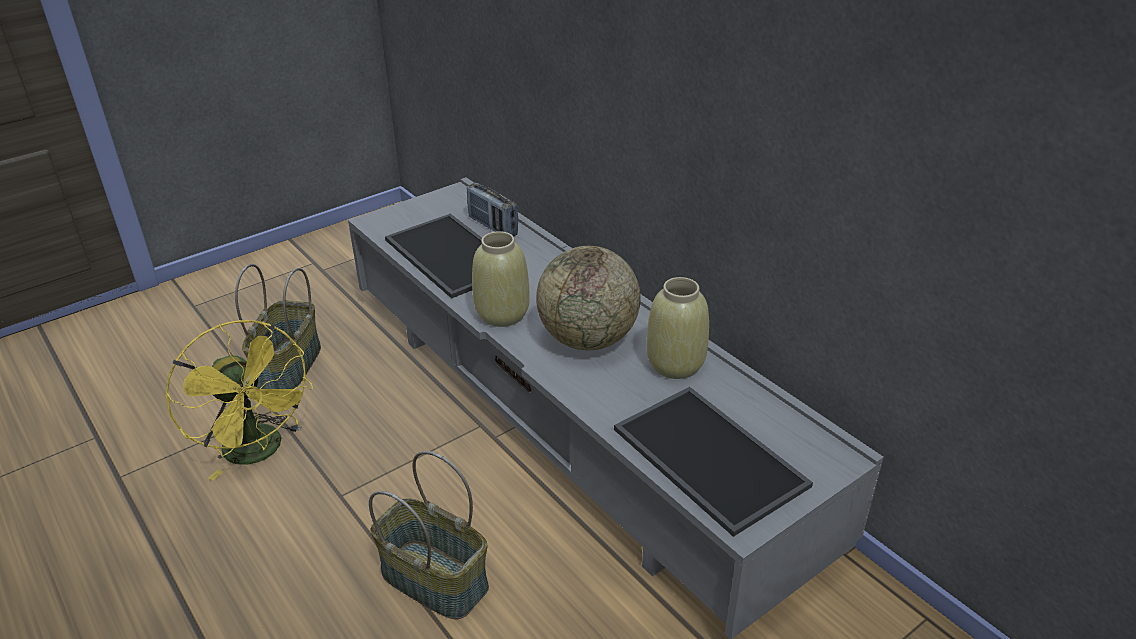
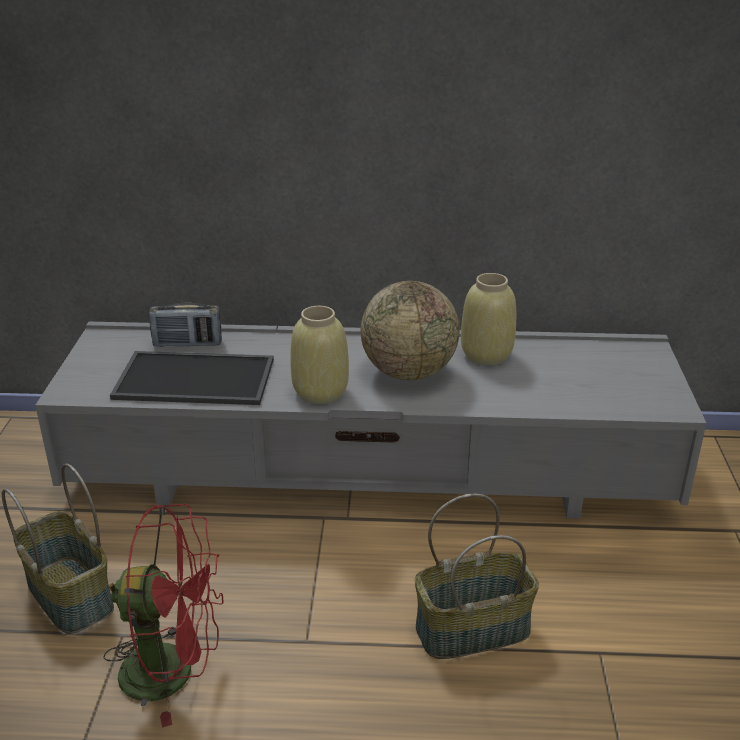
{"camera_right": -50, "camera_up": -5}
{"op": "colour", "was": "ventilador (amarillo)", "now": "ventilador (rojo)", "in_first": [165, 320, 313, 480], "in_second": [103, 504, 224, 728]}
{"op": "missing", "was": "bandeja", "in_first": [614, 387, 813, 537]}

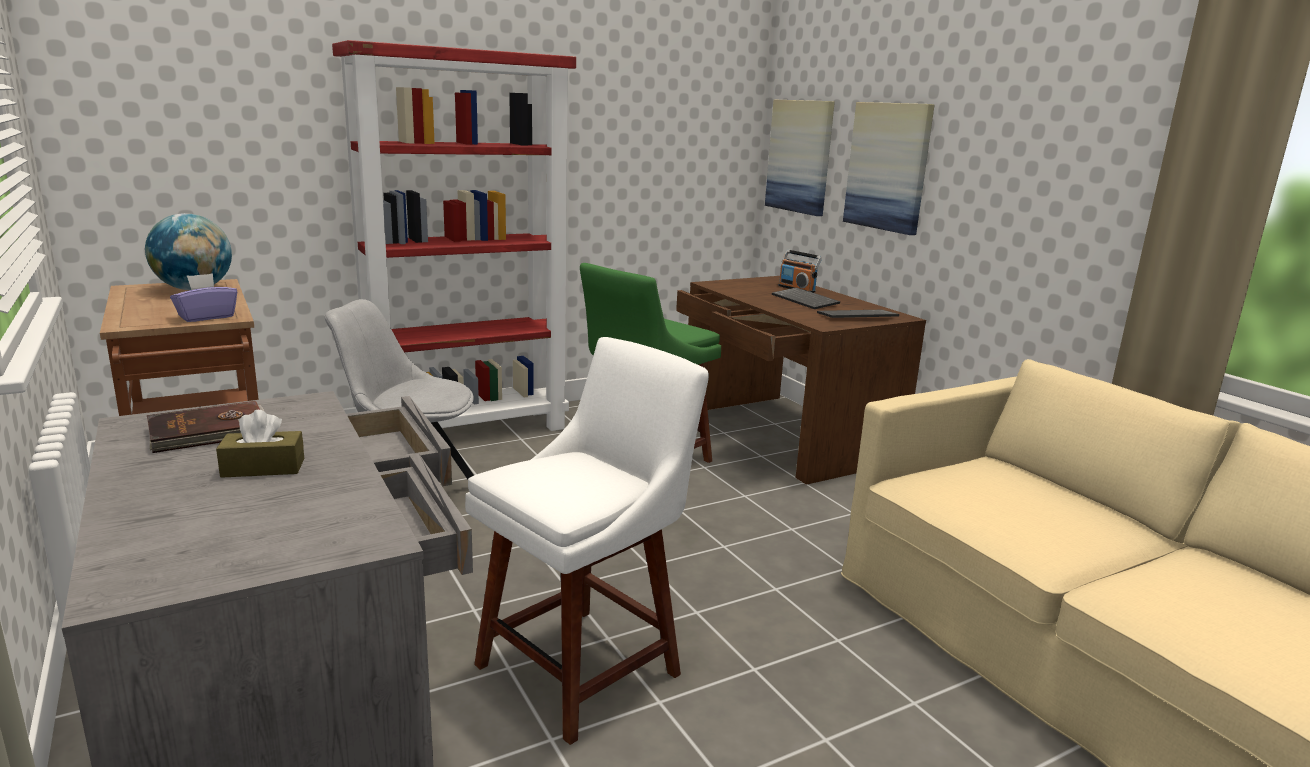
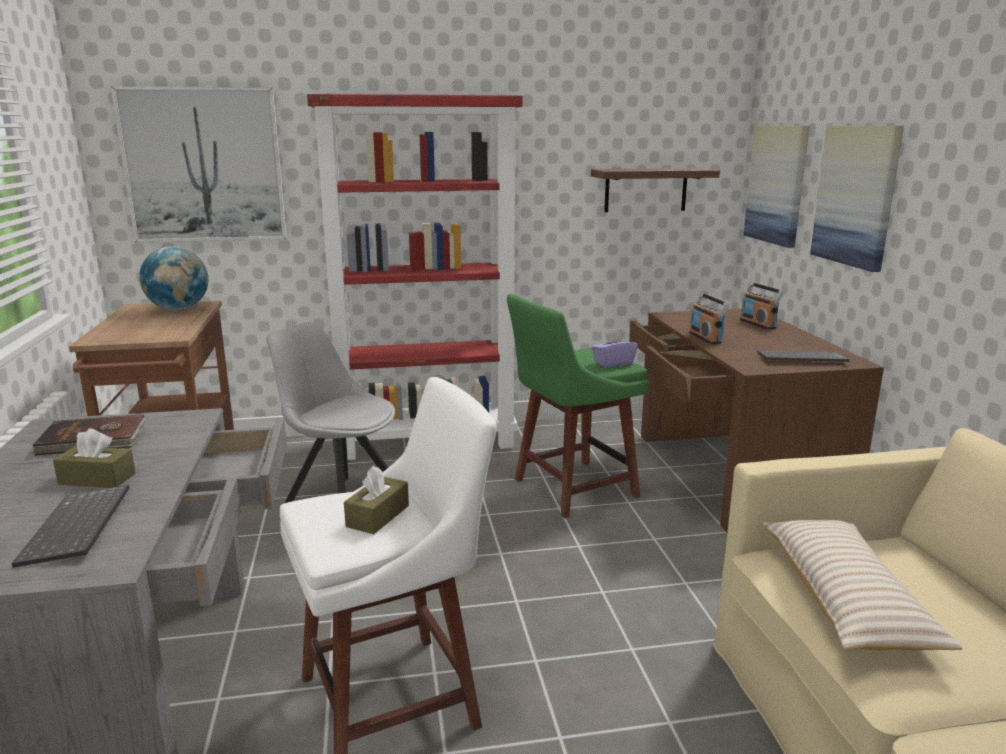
{"camera_right": 20, "camera_up": 0}
{"op": "relocated", "was": "caja de pañuelos (morado)", "in_first": [170, 273, 237, 322], "in_second": [591, 331, 638, 367]}
{"op": "relocated", "was": "teclado", "in_first": [772, 287, 840, 309], "in_second": [11, 485, 129, 568]}
{"op": "appeared", "now": "cuadro", "in_second": [111, 86, 287, 243]}
{"op": "appeared", "now": "estante", "in_second": [591, 168, 720, 212]}
{"op": "appeared", "now": "radio", "in_second": [689, 293, 729, 344]}
{"op": "appeared", "now": "caja de pañuelos (marrón)", "in_second": [344, 466, 409, 534]}
{"op": "appeared", "now": "cojín (beis)", "in_second": [762, 520, 962, 650]}

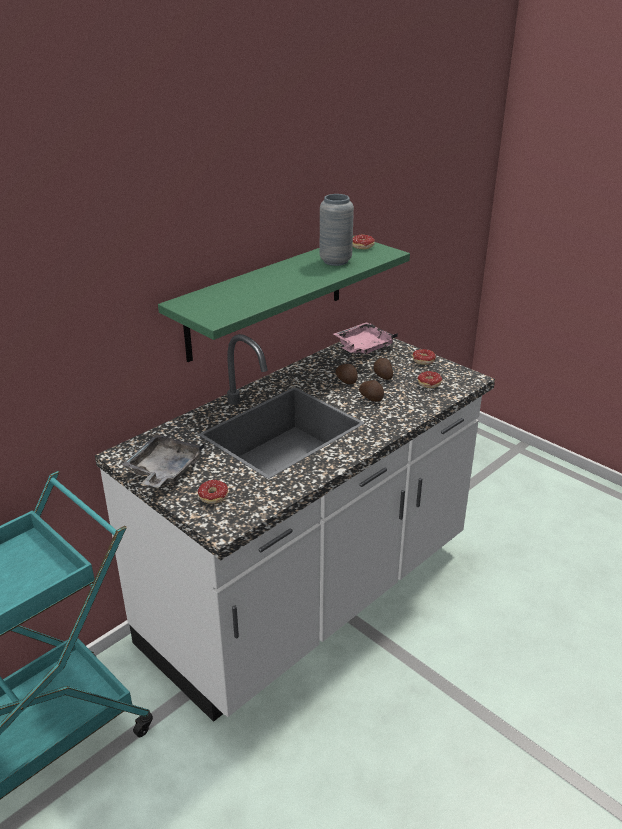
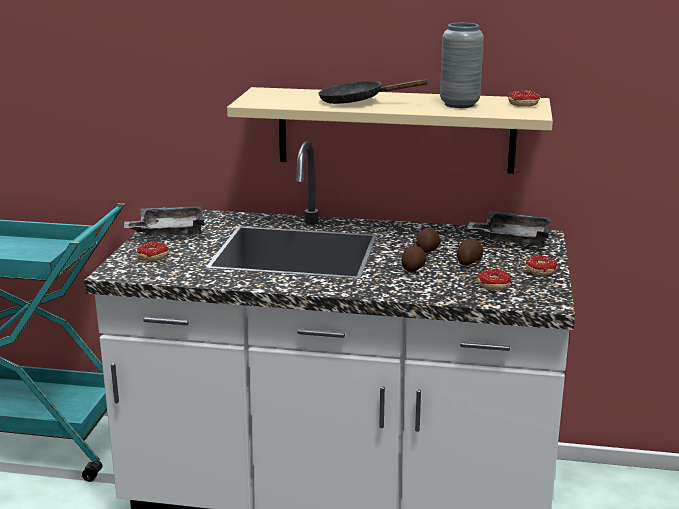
{"camera_right": 55, "camera_up": -10}
{"op": "colour", "was": "estante (verde)", "now": "estante (beis)", "in_first": [158, 236, 410, 362], "in_second": [227, 87, 553, 174]}
{"op": "colour", "was": "bandeja (rosa)", "now": "bandeja (gris)", "in_first": [334, 322, 398, 354], "in_second": [467, 211, 551, 246]}
{"op": "appeared", "now": "sartén (negro)", "in_second": [318, 79, 429, 104]}

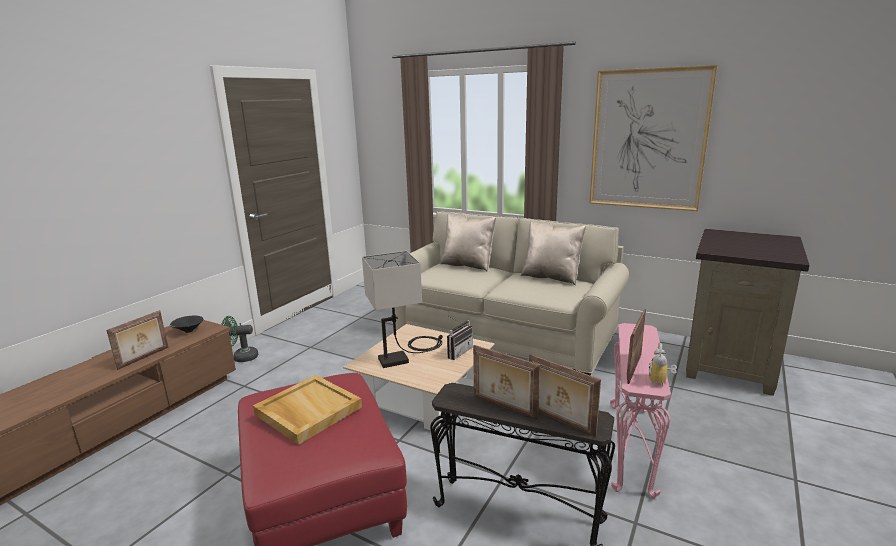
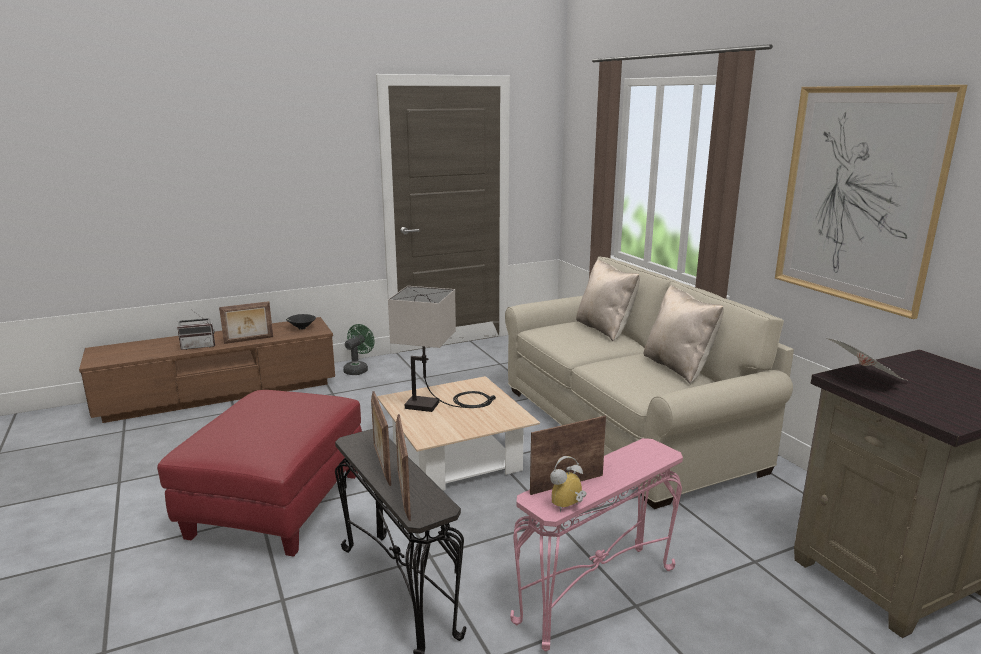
{"camera_right": 35, "camera_up": 0}
{"op": "spun", "was": "ventilador (verde)", "in_first": [221, 316, 258, 362], "in_second": [343, 324, 375, 375], "clockwise": 90}
{"op": "relocated", "was": "radio", "in_first": [447, 317, 473, 360], "in_second": [177, 309, 215, 350]}
{"op": "missing", "was": "bandeja (beis)", "in_first": [253, 375, 362, 445]}
{"op": "appeared", "now": "periódico", "in_second": [825, 338, 905, 380]}

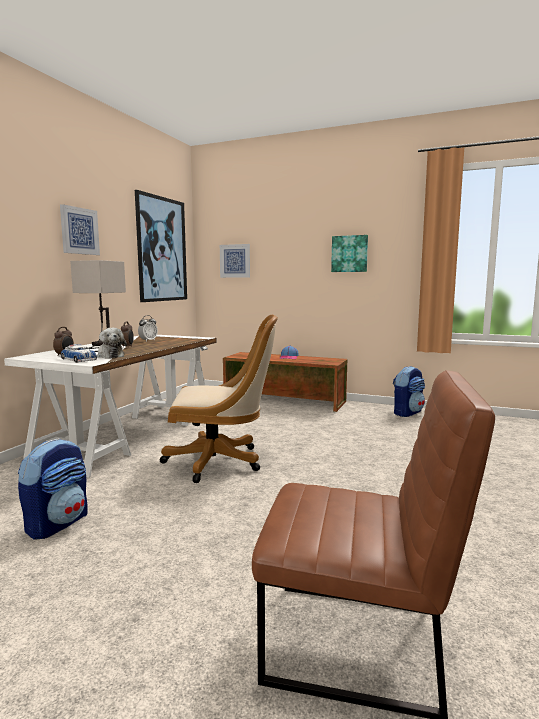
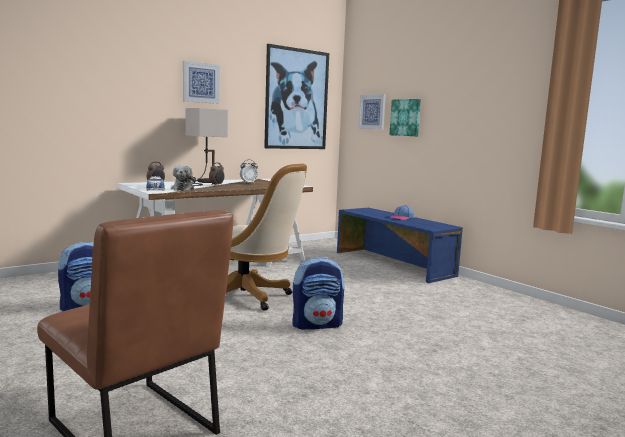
{"camera_right": 30, "camera_up": 0}
{"op": "relocated", "was": "cuadro", "in_first": [331, 235, 368, 272], "in_second": [389, 99, 421, 137]}
{"op": "colour", "was": "banco (marrón)", "now": "banco (azul)", "in_first": [223, 352, 348, 412], "in_second": [337, 208, 463, 283]}
{"op": "relocated", "was": "mochila", "in_first": [393, 366, 425, 417], "in_second": [292, 257, 344, 329]}

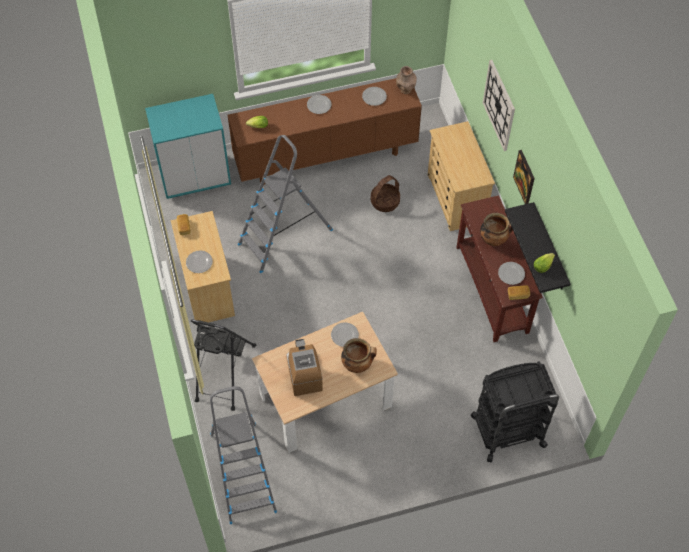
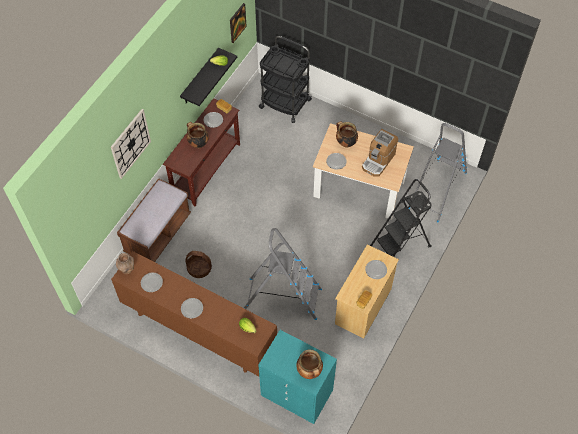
{"camera_right": -135, "camera_up": 0}
{"op": "exchanged", "was": "cómoda (beis)", "now": "banco (marrón)", "in_first": [428, 121, 495, 231], "in_second": [117, 178, 191, 262]}
{"op": "relocated", "was": "cuadro", "in_first": [513, 150, 535, 204], "in_second": [230, 3, 247, 43]}
{"op": "appeared", "now": "olla", "in_second": [296, 349, 323, 379]}

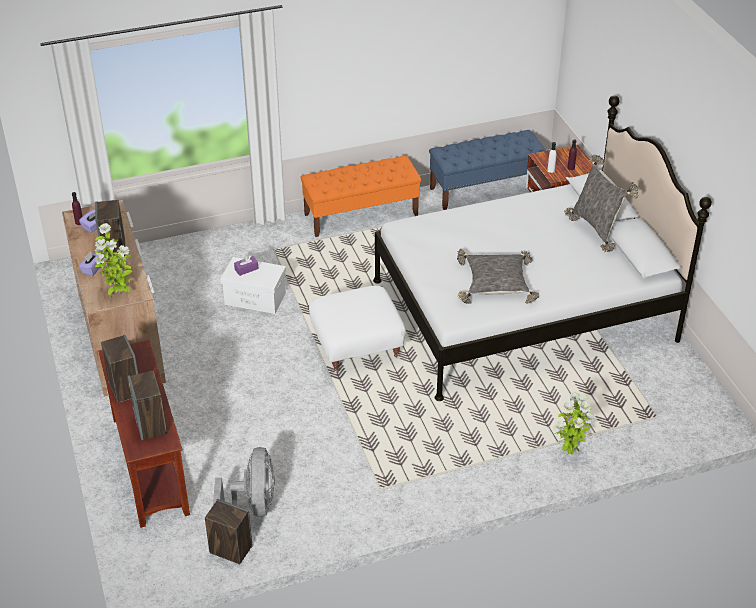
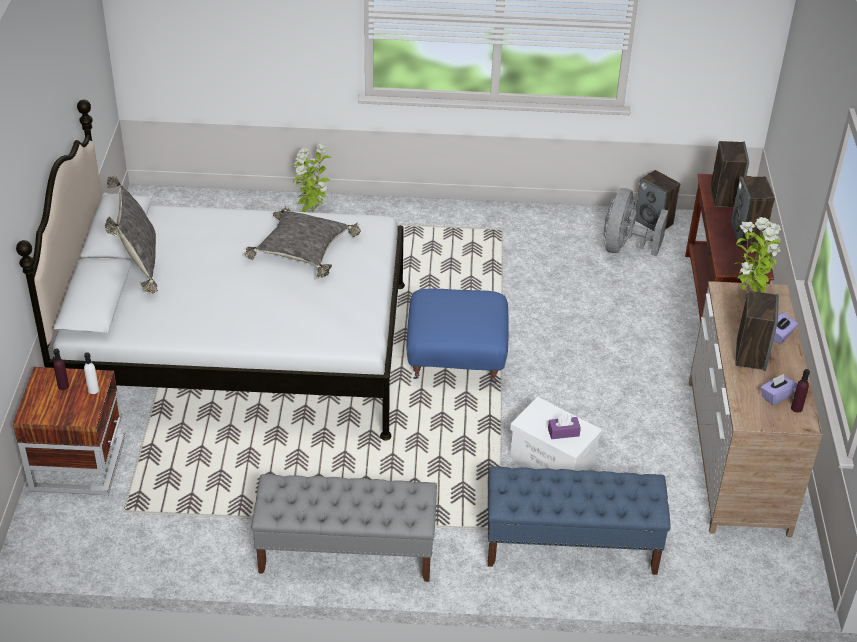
{"camera_right": -160, "camera_up": 0}
{"op": "relocated", "was": "banco (azul)", "in_first": [429, 130, 546, 210], "in_second": [488, 467, 671, 575]}
{"op": "colour", "was": "banco (naranja)", "now": "banco (gris)", "in_first": [301, 155, 421, 237], "in_second": [251, 474, 437, 582]}
{"op": "colour", "was": "puf (blanco)", "now": "puf (azul)", "in_first": [309, 286, 406, 374], "in_second": [406, 289, 509, 383]}

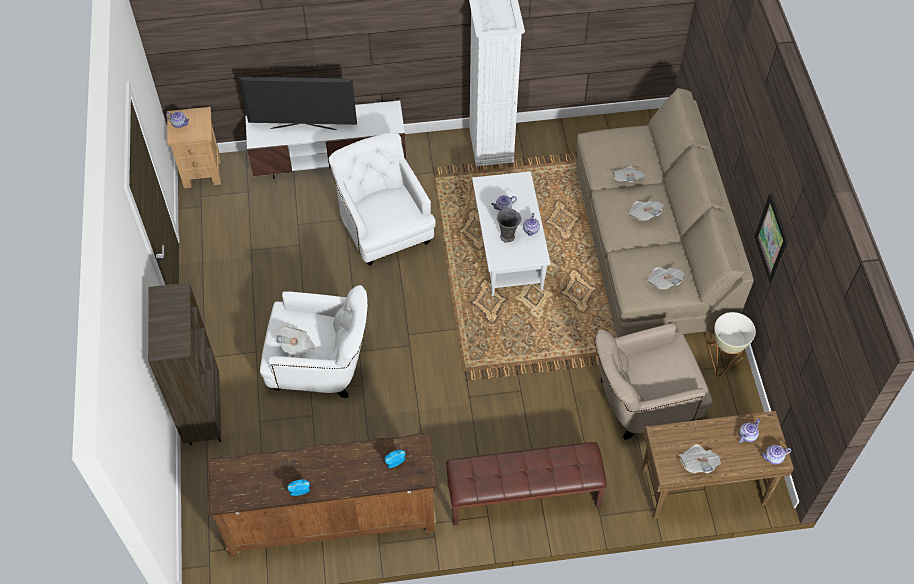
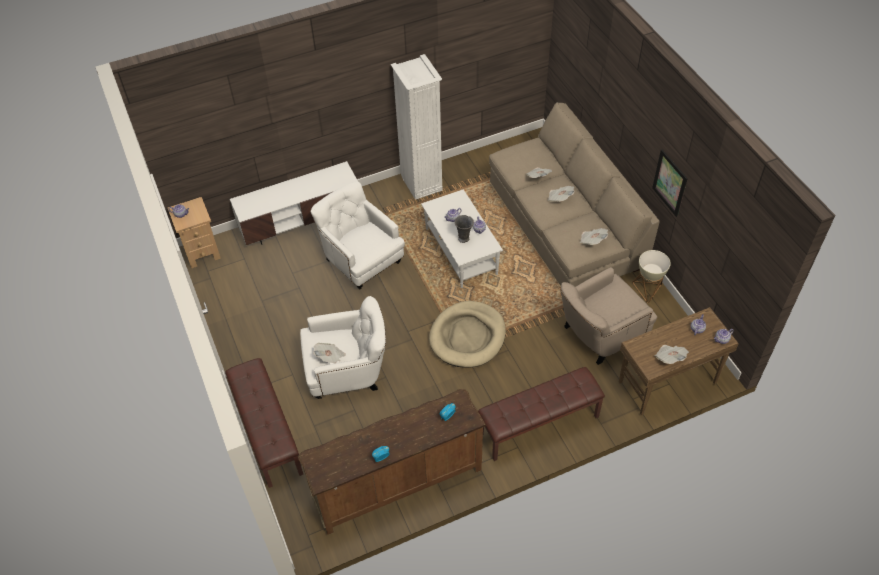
{"camera_right": -15, "camera_up": -5}
{"op": "missing", "was": "televisor", "in_first": [239, 77, 357, 130]}
{"op": "exchanged", "was": "estantería (marrón)", "now": "banco (marrón)", "in_first": [148, 282, 221, 445], "in_second": [225, 358, 303, 488]}
{"op": "appeared", "now": "cama para perro (beis)", "in_second": [429, 301, 506, 368]}

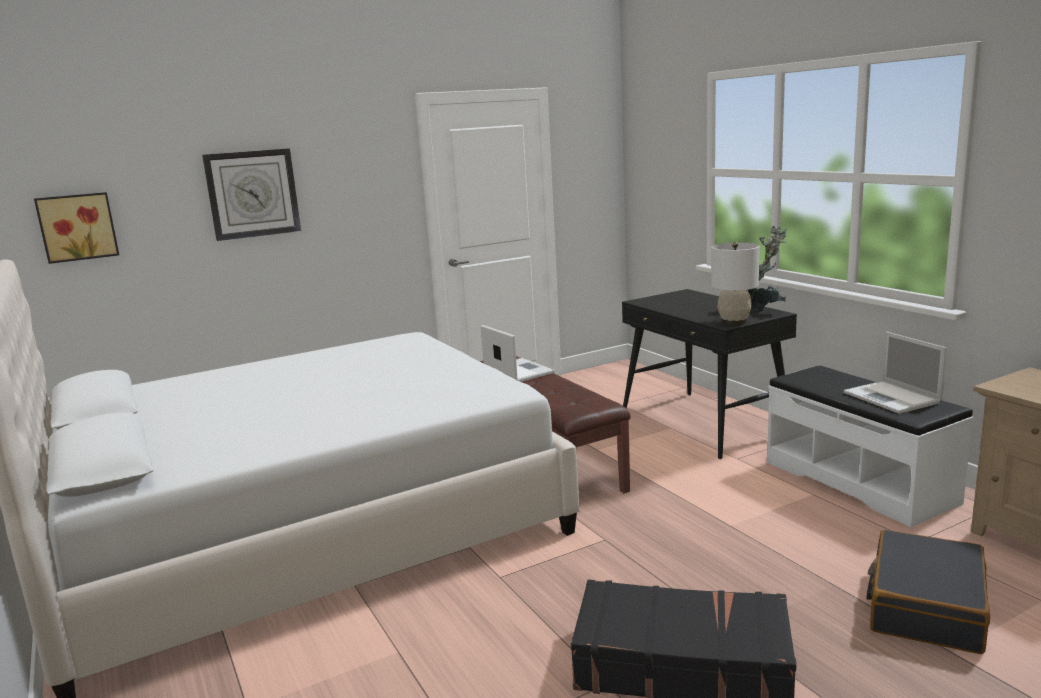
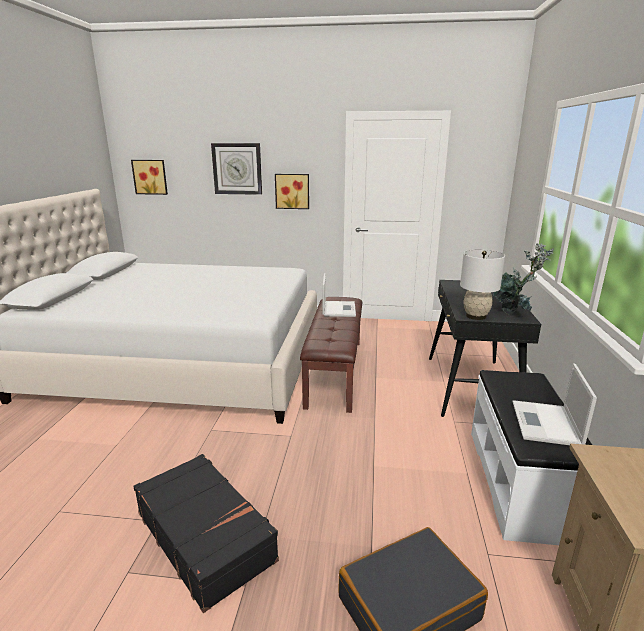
{"camera_right": 35, "camera_up": 5}
{"op": "appeared", "now": "cuadro", "in_second": [275, 174, 309, 209]}

